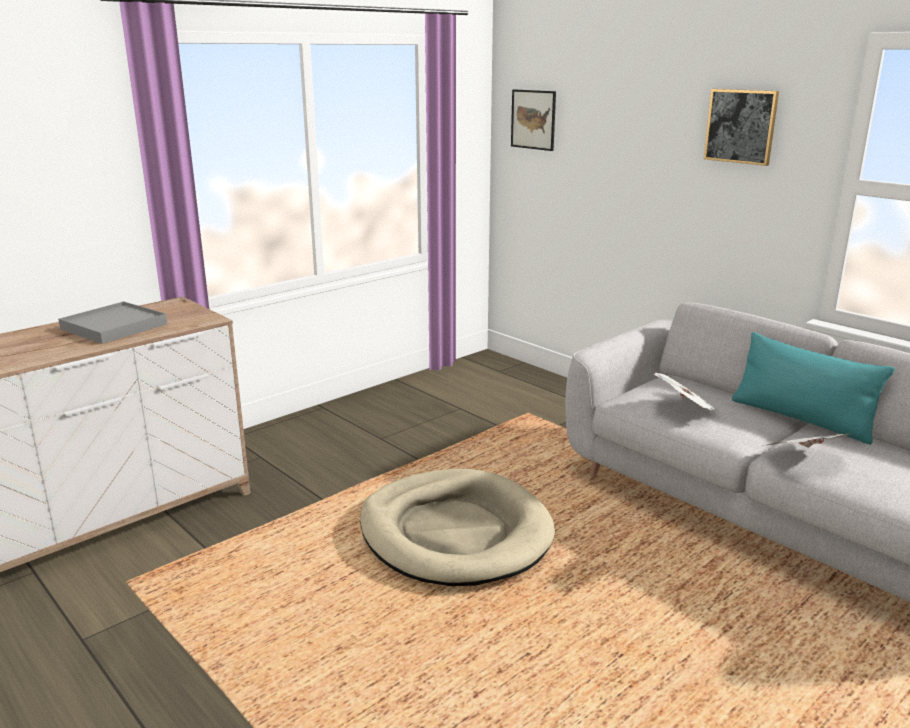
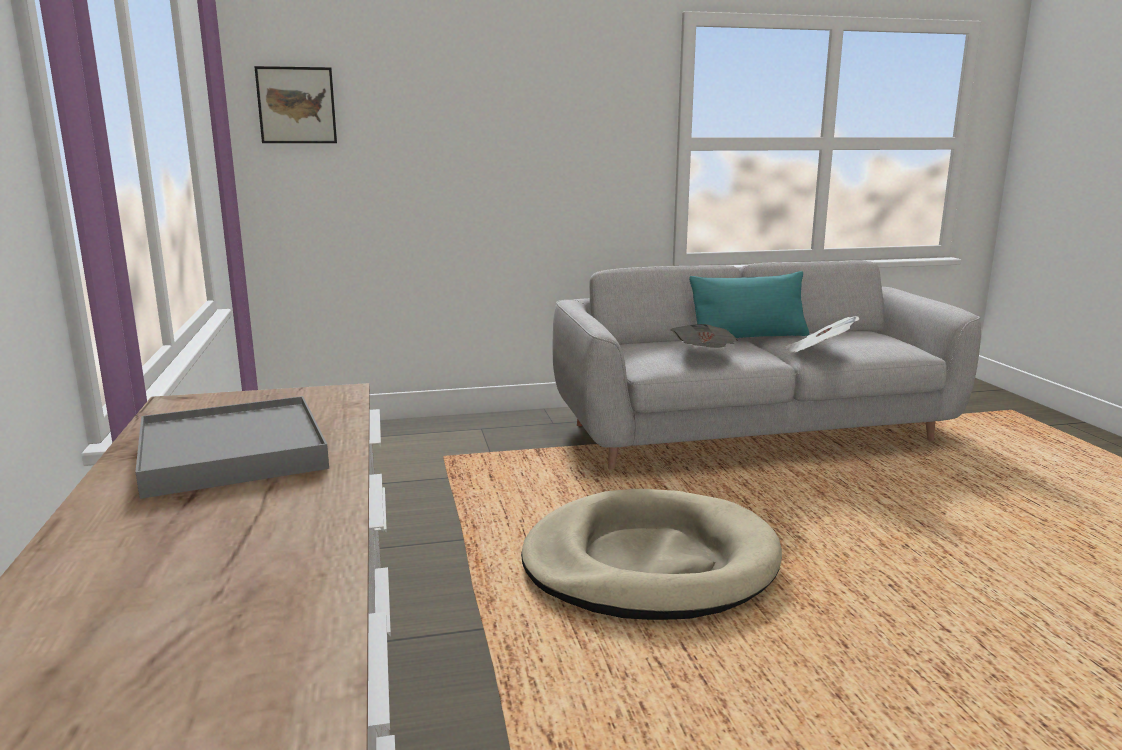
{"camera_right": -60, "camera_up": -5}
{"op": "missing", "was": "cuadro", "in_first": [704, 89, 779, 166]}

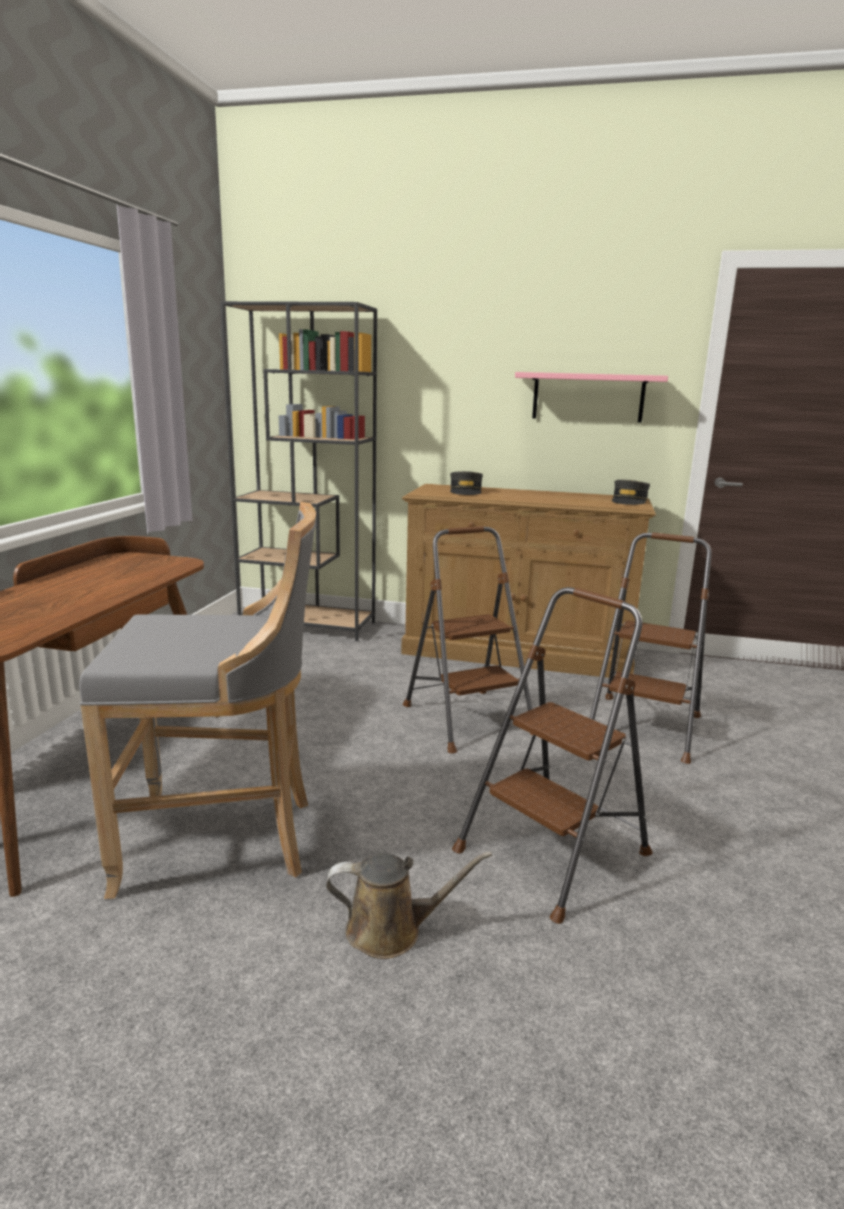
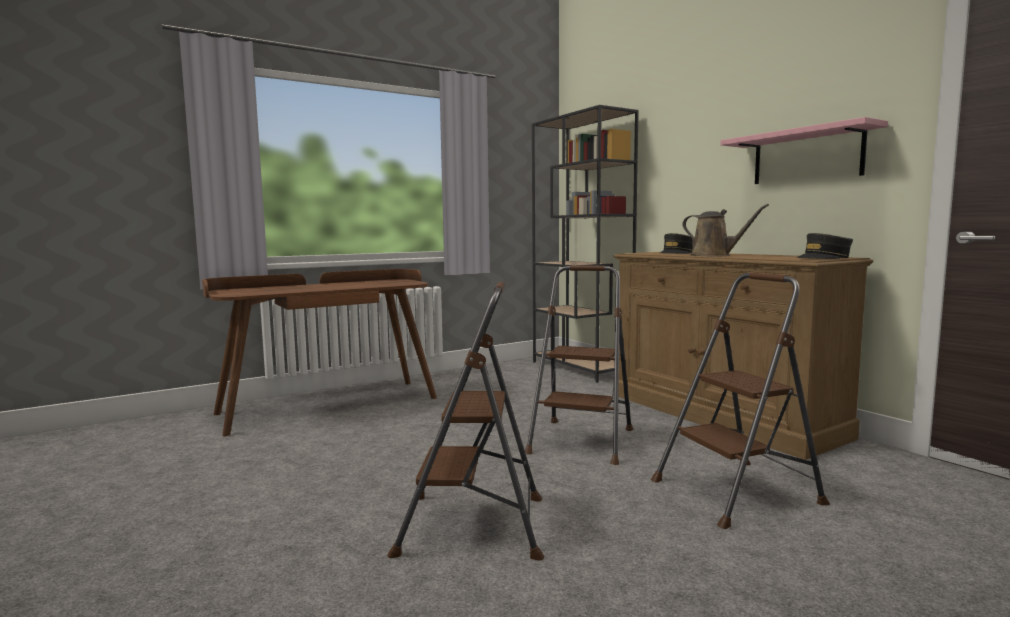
{"camera_right": 45, "camera_up": -10}
{"op": "missing", "was": "taburete (gris)", "in_first": [79, 502, 316, 899]}
{"op": "relocated", "was": "regadera (marrón)", "in_first": [326, 851, 492, 959], "in_second": [682, 204, 769, 257]}

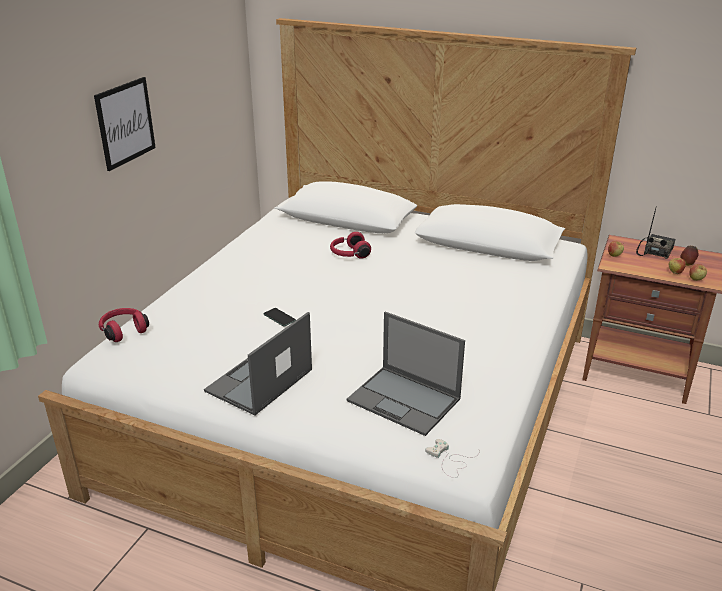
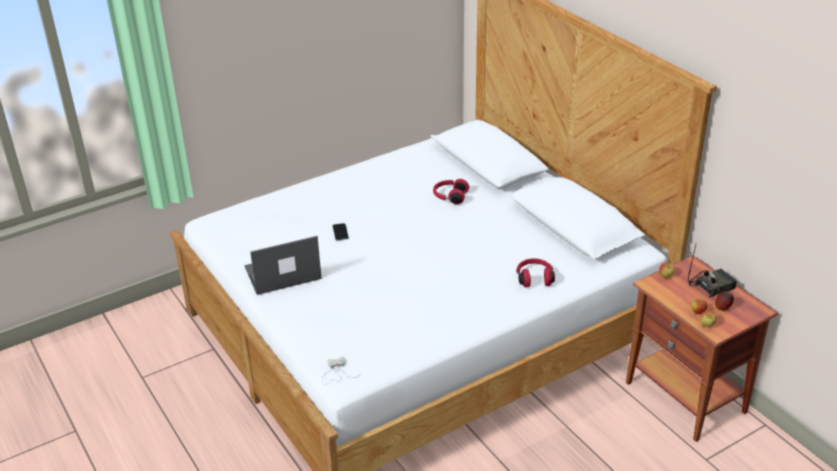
{"camera_right": 35, "camera_up": 5}
{"op": "missing", "was": "cuadro", "in_first": [94, 77, 156, 171]}
{"op": "relocated", "was": "auriculares (rojo)", "in_first": [99, 308, 149, 342], "in_second": [516, 258, 555, 287]}
{"op": "missing", "was": "portátil", "in_first": [347, 311, 465, 436]}

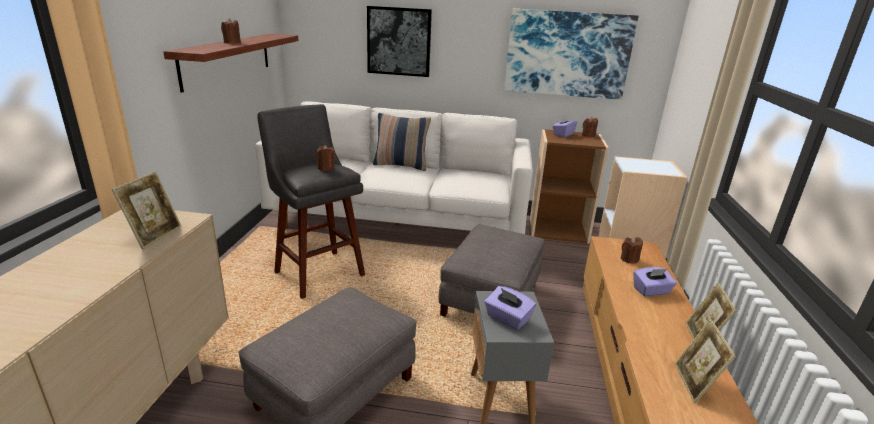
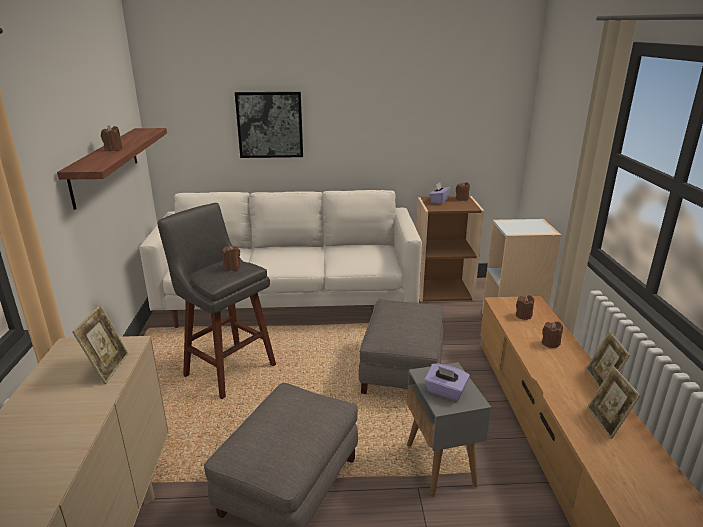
{"camera_right": -10, "camera_up": 0}
{"op": "missing", "was": "cuadro", "in_first": [504, 9, 638, 100]}
{"op": "missing", "was": "cojín", "in_first": [373, 113, 431, 171]}
{"op": "exchanged", "was": "caja de pañuelos (morado)", "now": "vela (marrón)", "in_first": [633, 267, 677, 296], "in_second": [542, 322, 563, 348]}

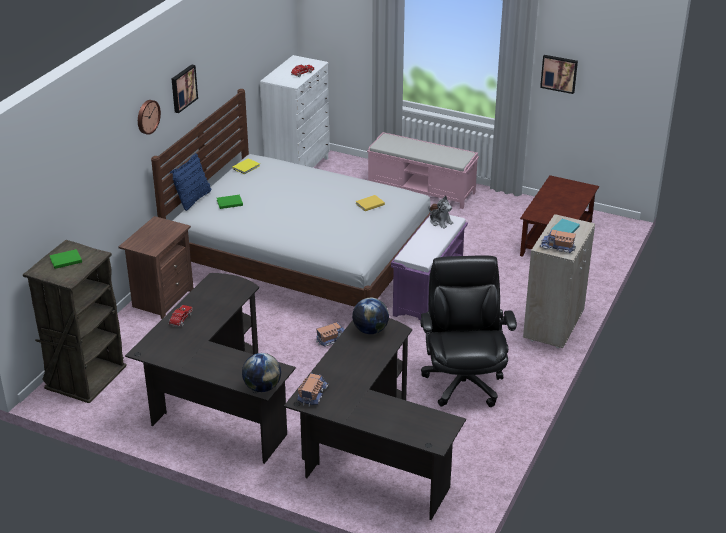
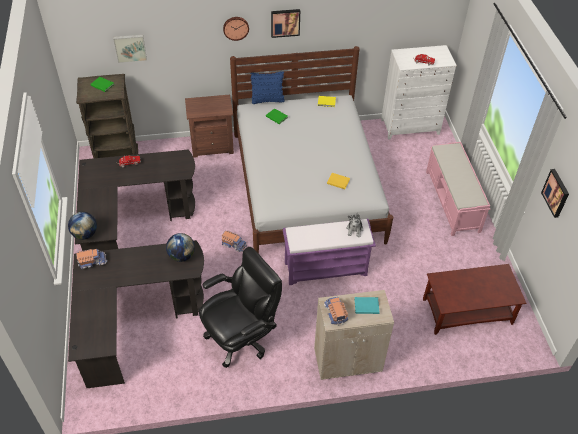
{"camera_right": 55, "camera_up": 15}
{"op": "appeared", "now": "cuadro", "in_second": [113, 35, 147, 63]}

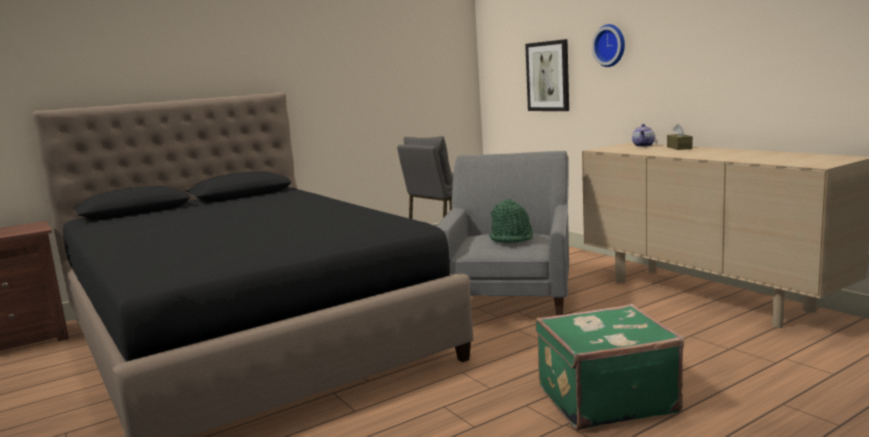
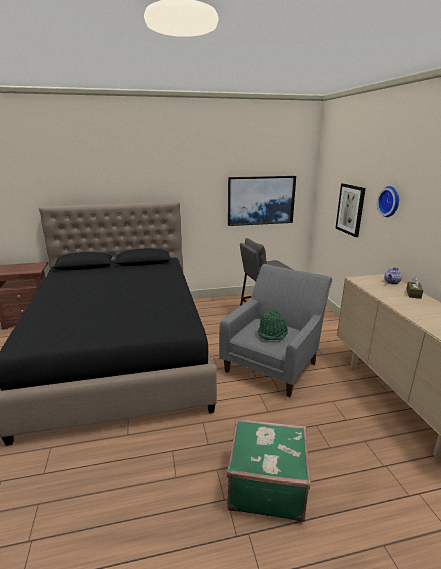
{"camera_right": 20, "camera_up": 10}
{"op": "appeared", "now": "cuadro", "in_second": [228, 176, 296, 226]}

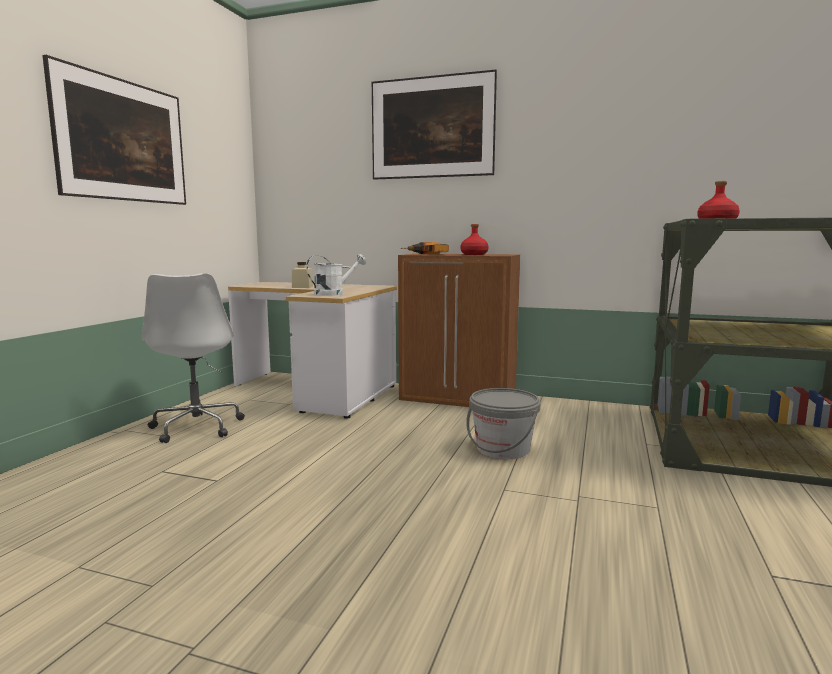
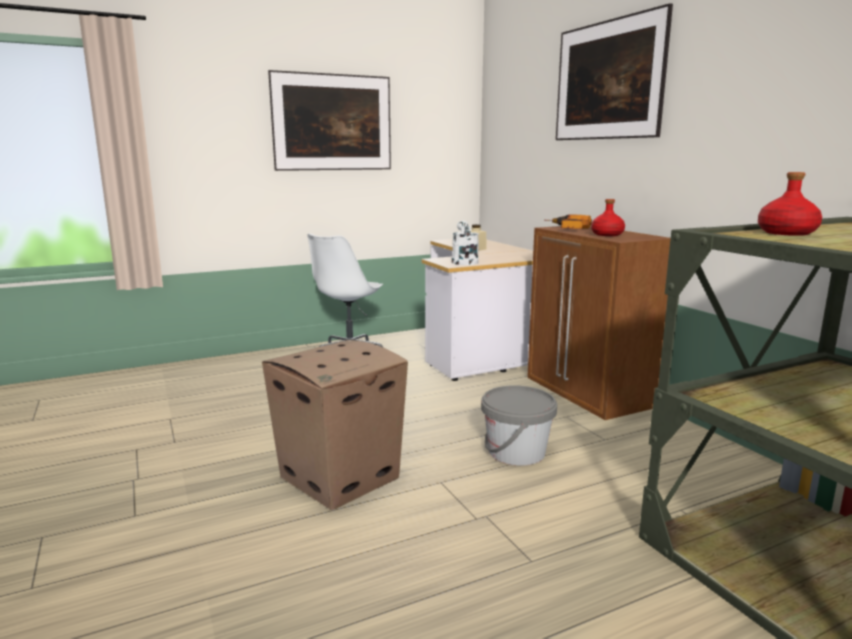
{"camera_right": 45, "camera_up": 5}
{"op": "spun", "was": "regadera (blanco)", "in_first": [306, 254, 367, 296], "in_second": [452, 221, 479, 265], "clockwise": -105}
{"op": "appeared", "now": "caja de cartón", "in_second": [262, 340, 408, 511]}

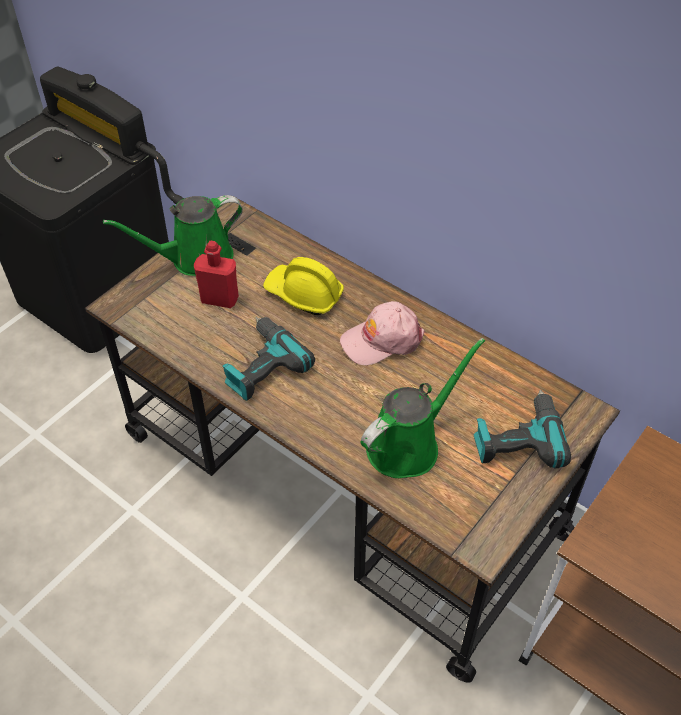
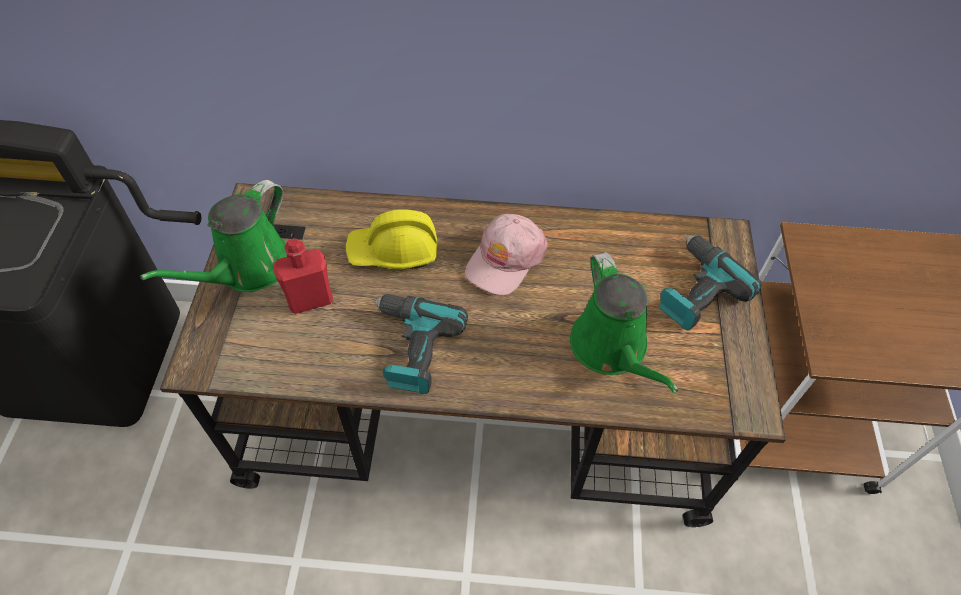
{"camera_right": -35, "camera_up": 5}
{"op": "spun", "was": "regadera (verde)", "in_first": [361, 338, 485, 478], "in_second": [570, 252, 679, 393], "clockwise": 150}

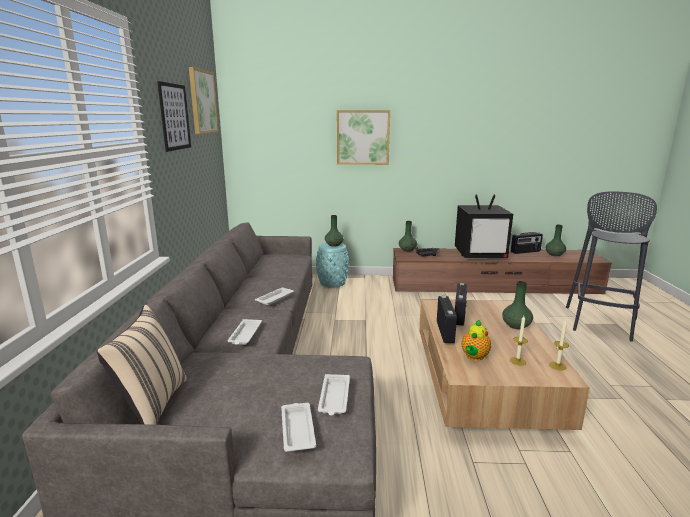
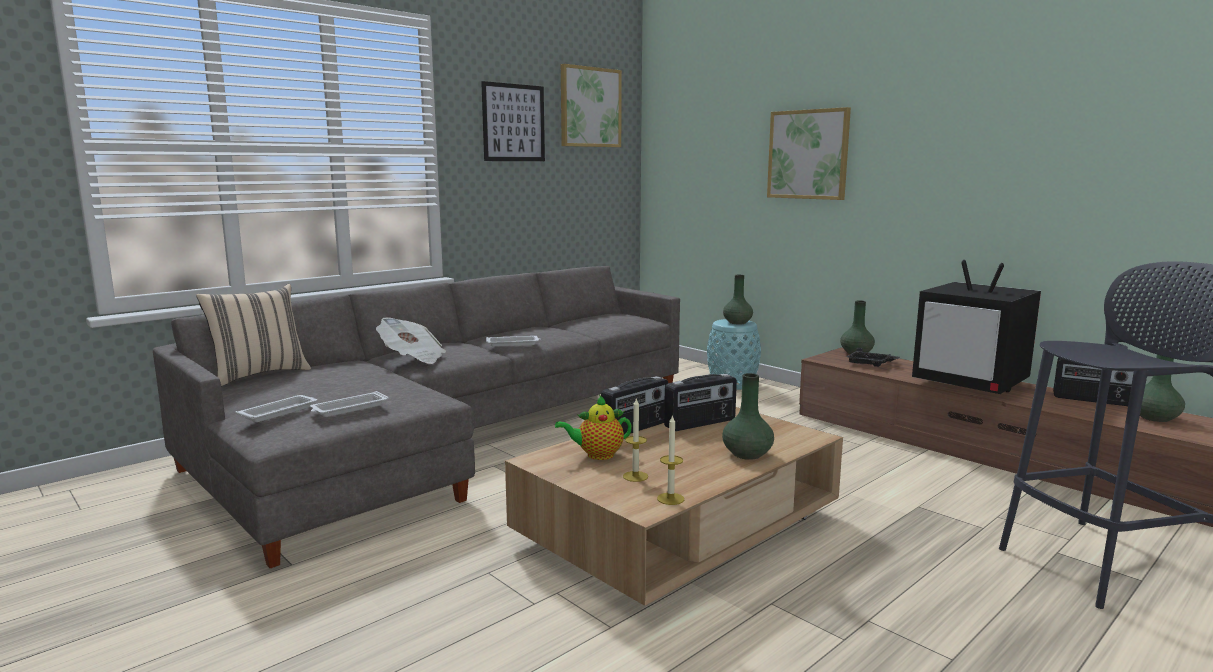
{"camera_right": 45, "camera_up": -5}
{"op": "exchanged", "was": "bandeja (blanco)", "now": "periódico", "in_first": [227, 319, 262, 345], "in_second": [376, 317, 446, 364]}

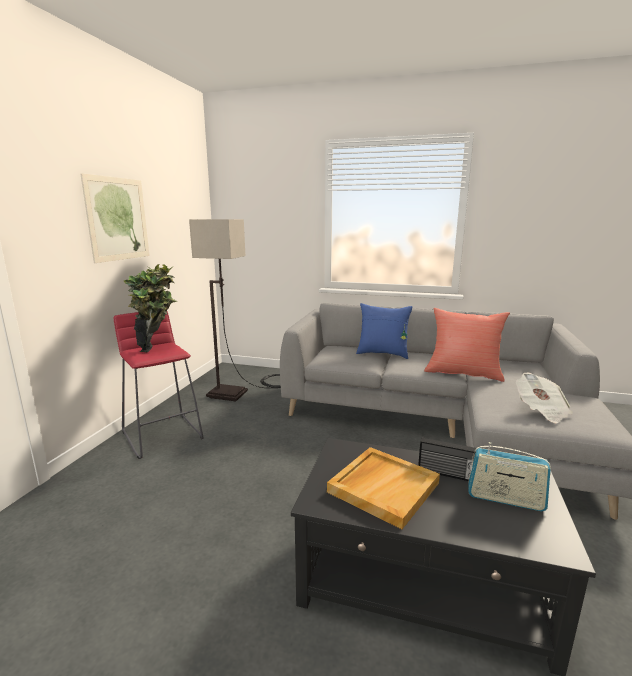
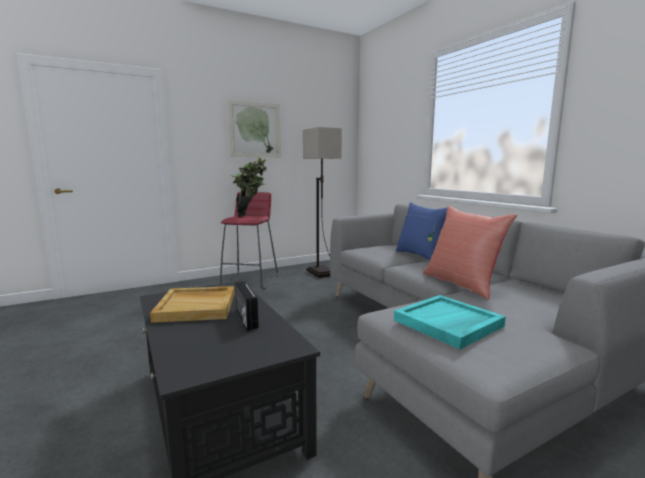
{"camera_right": 45, "camera_up": -5}
{"op": "exchanged", "was": "periódico", "now": "bandeja (turquesa)", "in_first": [516, 372, 573, 423], "in_second": [394, 295, 506, 349]}
{"op": "missing", "was": "radio", "in_first": [468, 442, 551, 512]}

